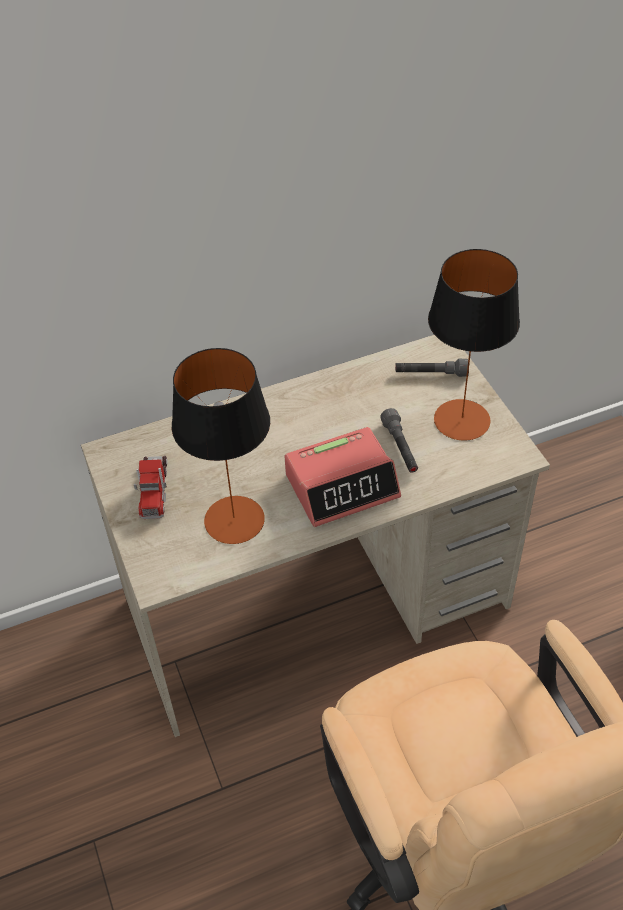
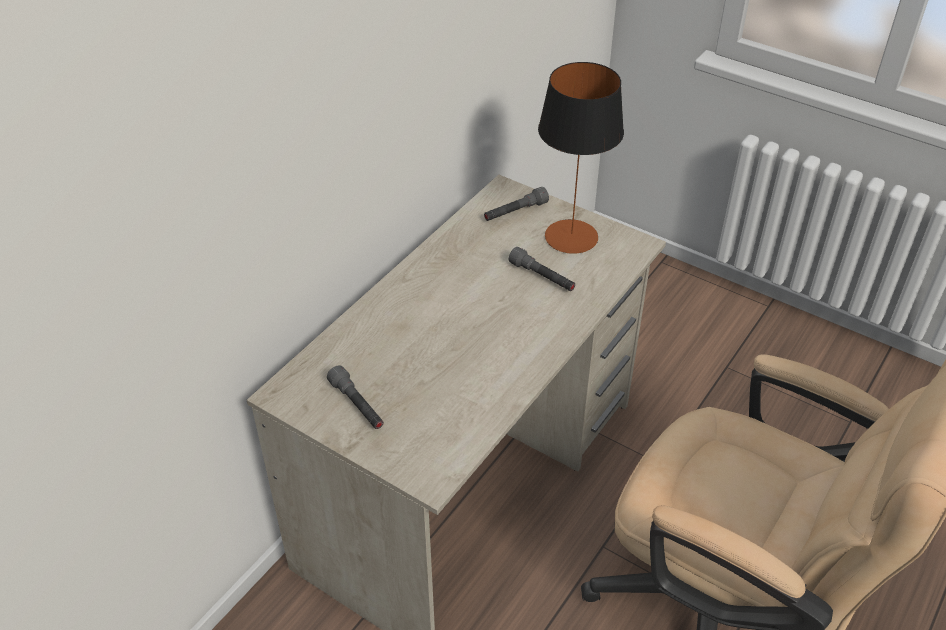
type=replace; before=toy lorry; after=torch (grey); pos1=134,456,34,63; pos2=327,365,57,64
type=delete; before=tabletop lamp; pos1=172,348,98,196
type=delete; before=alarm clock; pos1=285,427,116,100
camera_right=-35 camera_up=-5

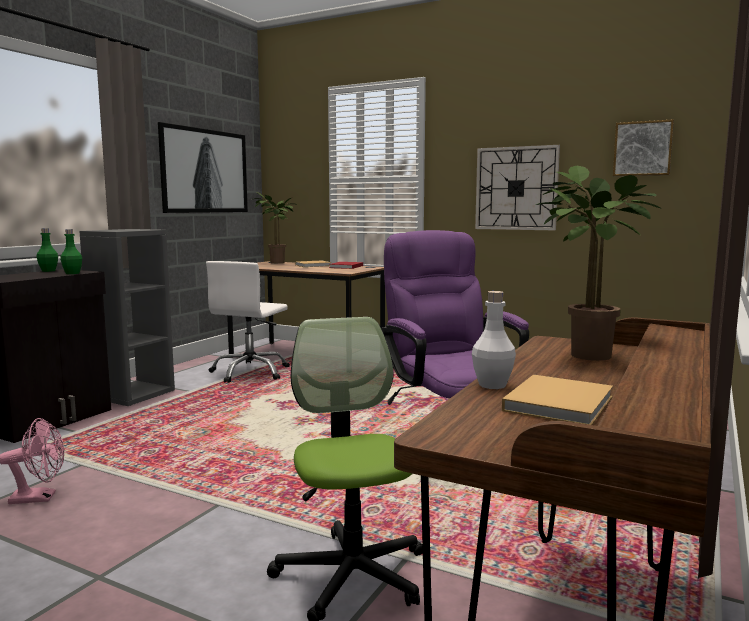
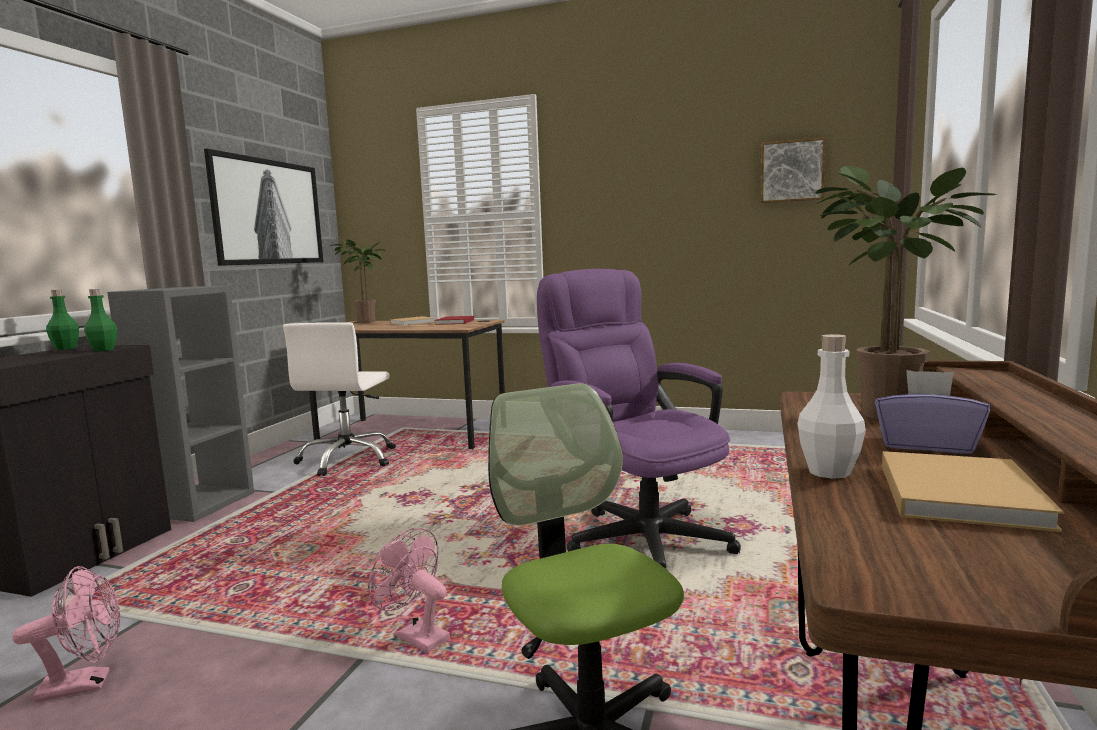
type=insert; after=fan (pink-coloured); pos2=368,528,82,125
type=insert; after=tissue holder (purple); pos2=875,370,115,83
type=delete; before=hanging clock; pos1=475,145,85,85
camera_right=-10 camera_up=0

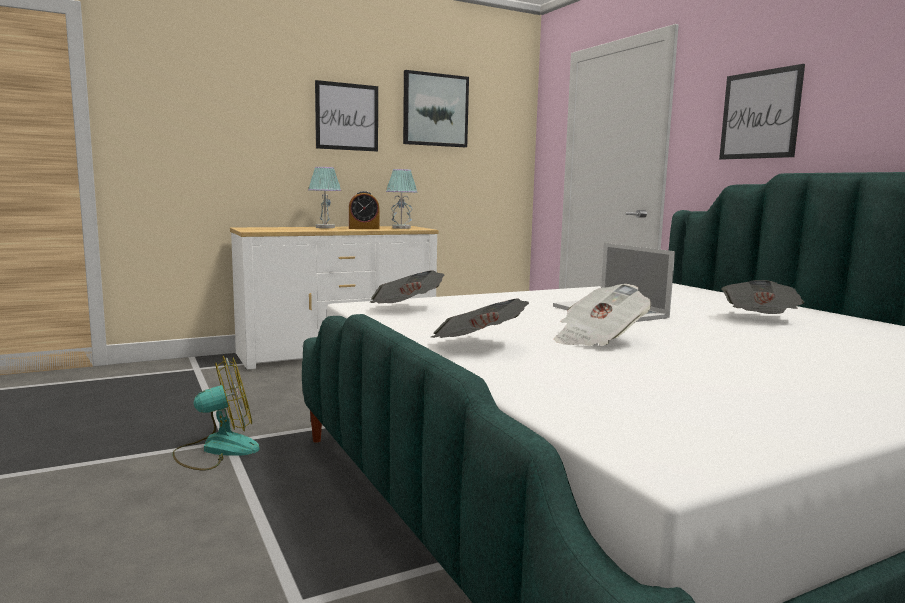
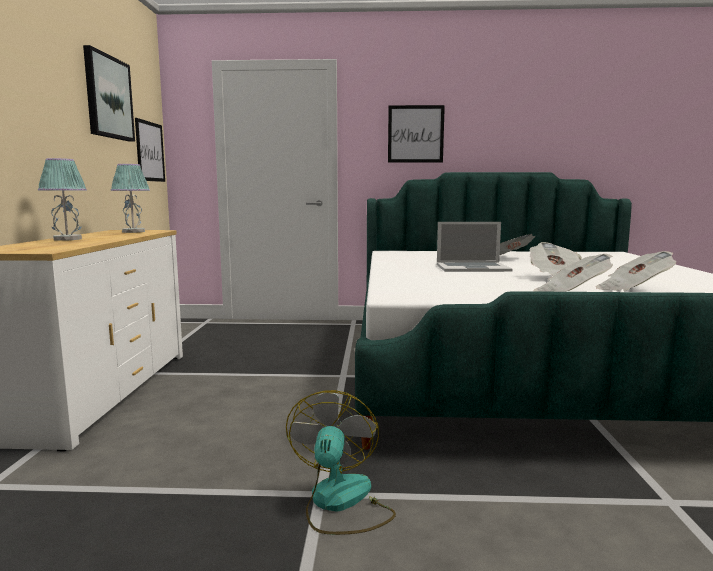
type=move; before=wall art; pos1=315,80,63,72; pos2=135,118,30,64
type=move; before=daily paper; pos1=370,270,75,34; pos2=596,251,80,40
type=delete; before=alarm clock; pos1=349,191,30,38
camera_right=-60 camera_up=0

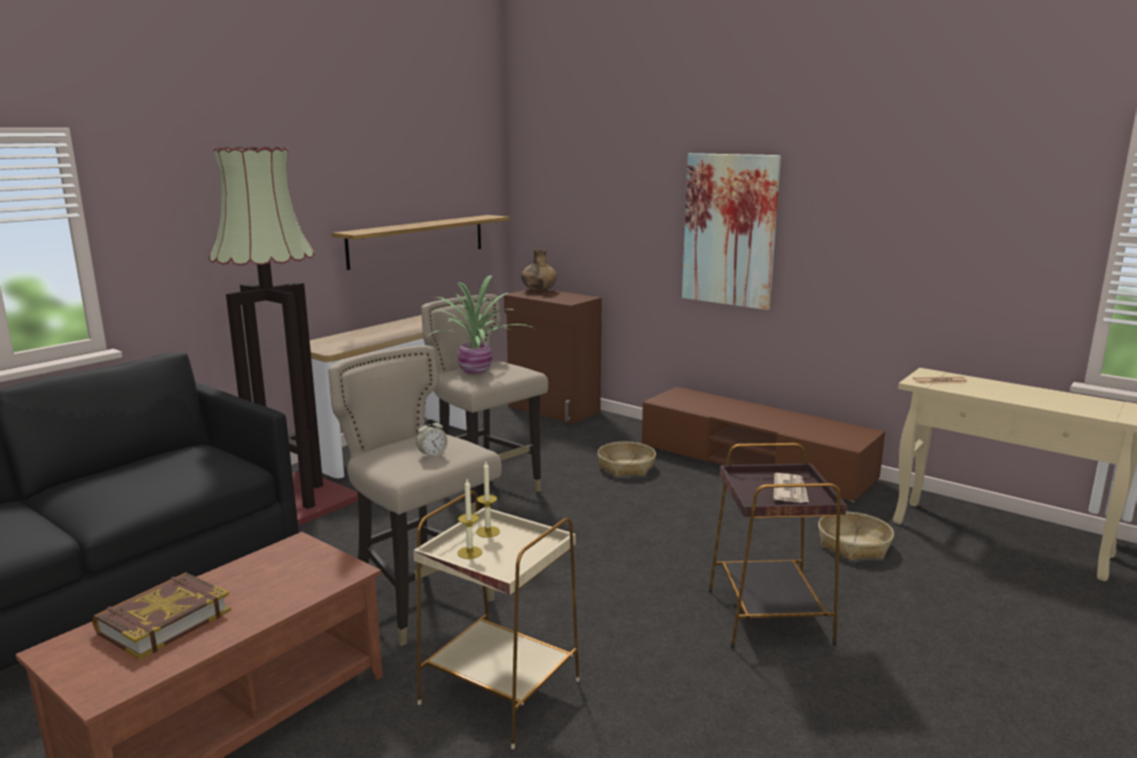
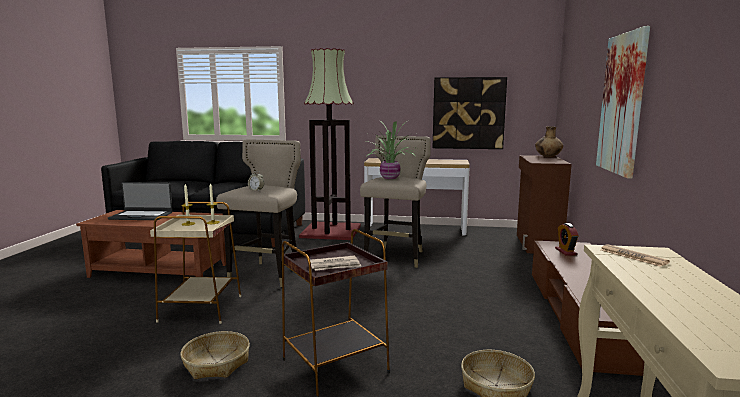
type=replace; before=bound book; after=notebook computer; pos1=93,572,138,88; pos2=108,182,65,38
type=move; before=basket; pos1=597,442,59,35; pos2=180,331,70,48
type=replace; before=bracket shelf; after=wall art; pos1=332,215,178,55; pos2=433,77,74,72
type=insert; after=alarm clock; pos2=555,223,24,33
camera_right=60 camera_up=-5

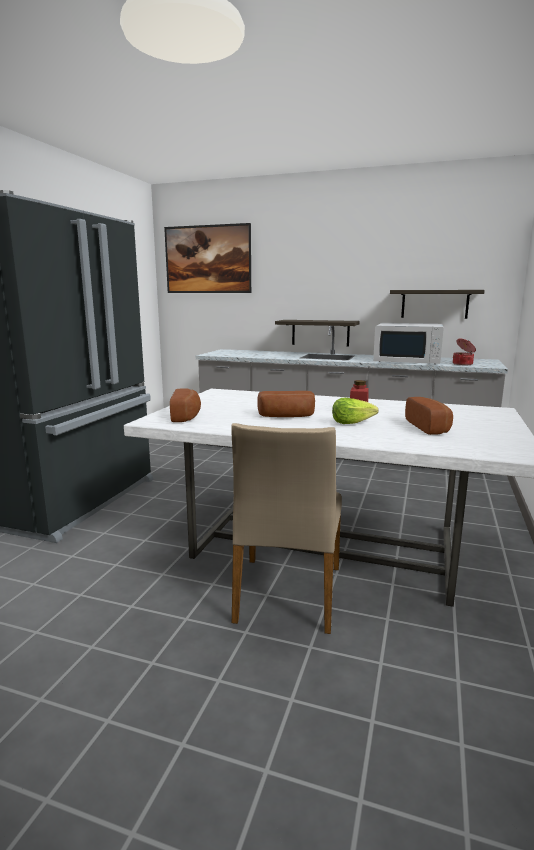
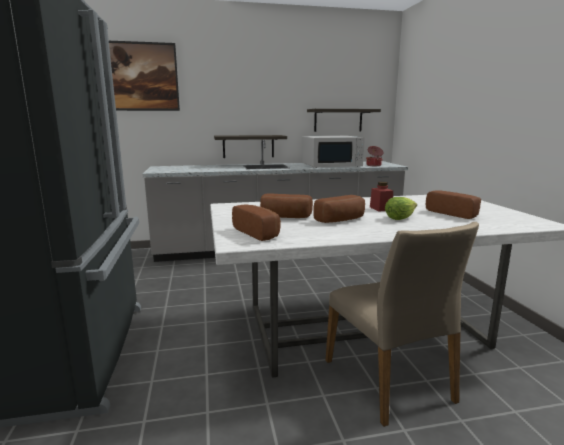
type=insert; after=baked bread; pos2=260,194,53,24
camera_right=-30 camera_up=0

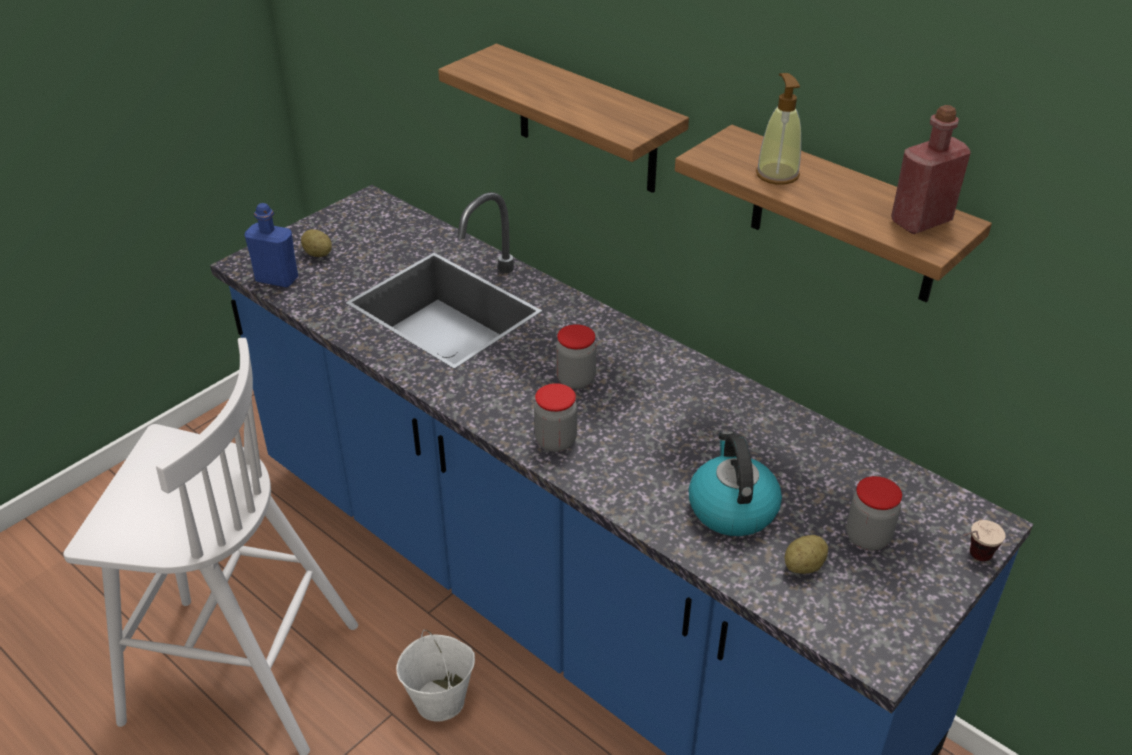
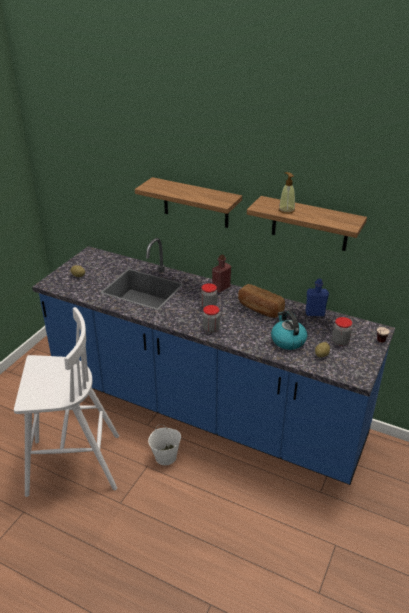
type=move; before=beverage bottle (red); pos1=891,105,80,129; pos2=212,255,19,38
type=insert; after=baked bread; pos2=238,284,47,34
type=move; before=beverage bottle (blue-coloured); pos1=244,203,54,85; pos2=306,279,23,37
camera_right=-15 camera_up=-5

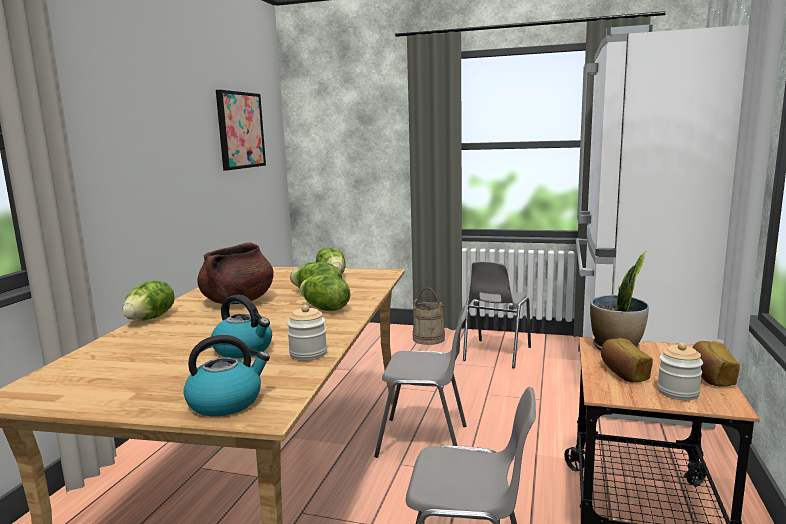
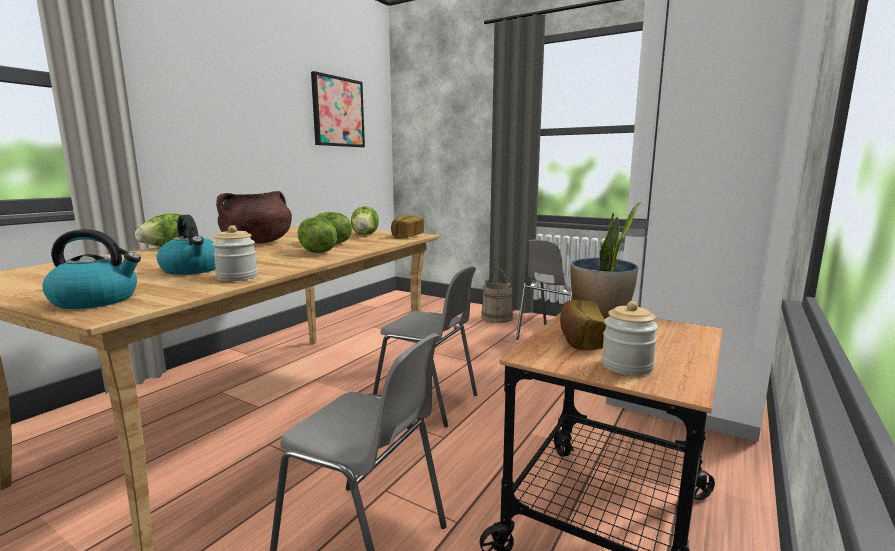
type=move; before=baked bread; pos1=693,341,47,46; pos2=391,215,33,23
camera_right=15 camera_up=0

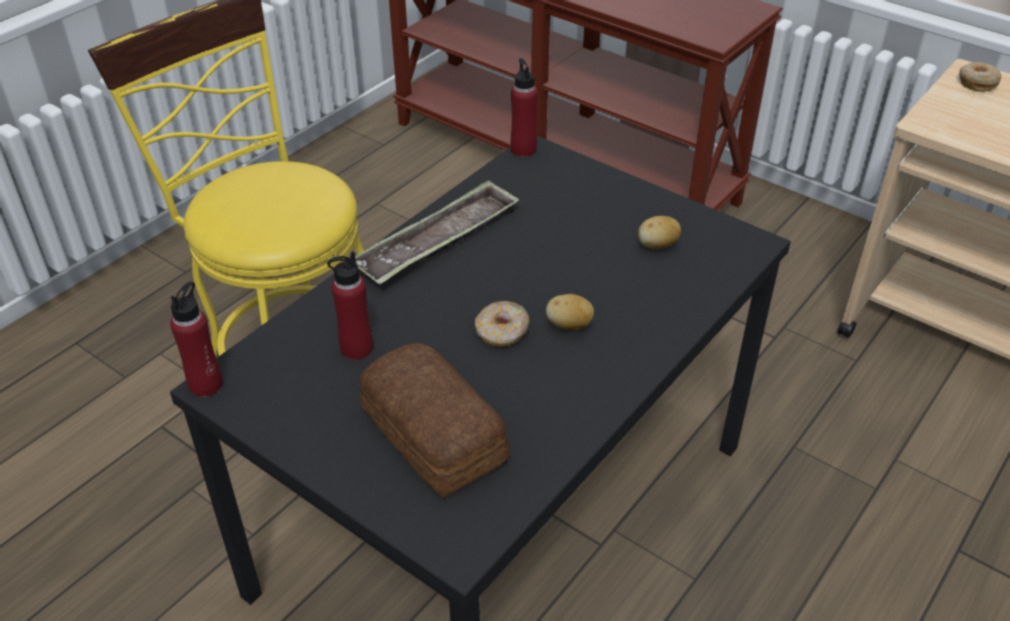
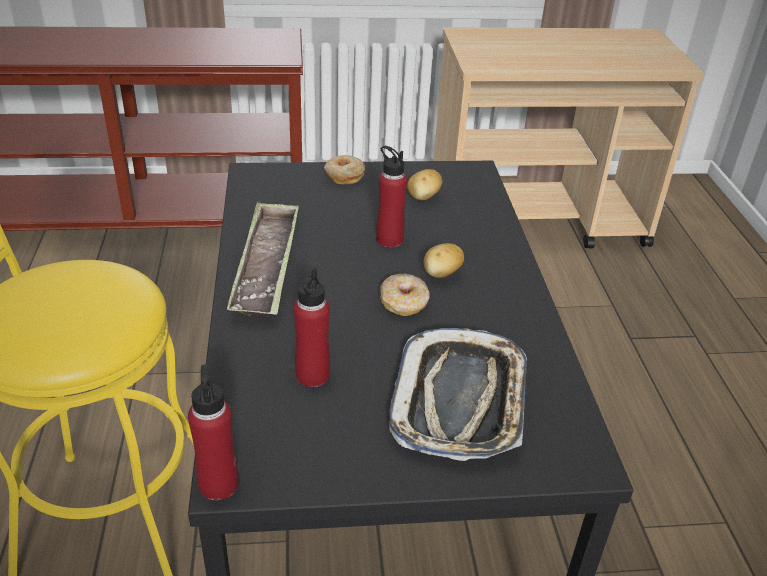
type=move; before=doughnut; pos1=959,62,42,30; pos2=324,155,41,29
type=move; before=beverage bottle (red); pos1=511,58,27,99; pos2=376,146,31,101
type=replace; before=baked bread; after=tray; pos1=359,343,151,155; pos2=389,328,138,133
camera_right=-45 camera_up=-5

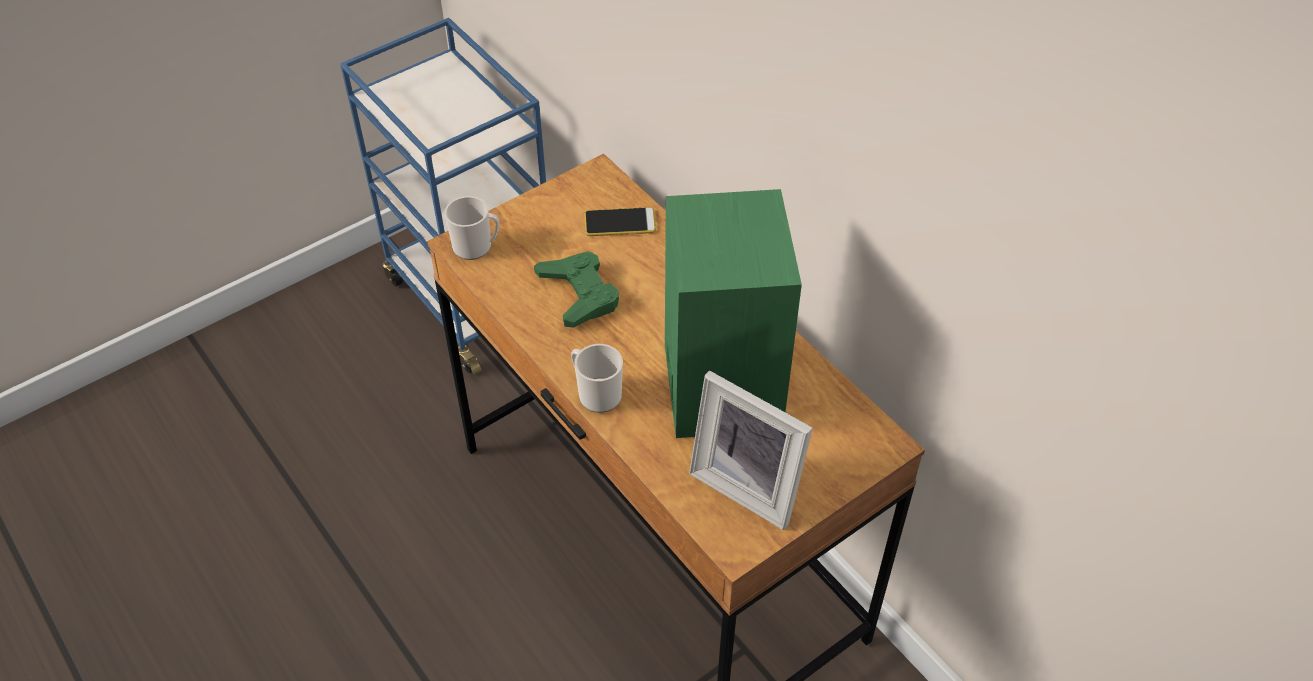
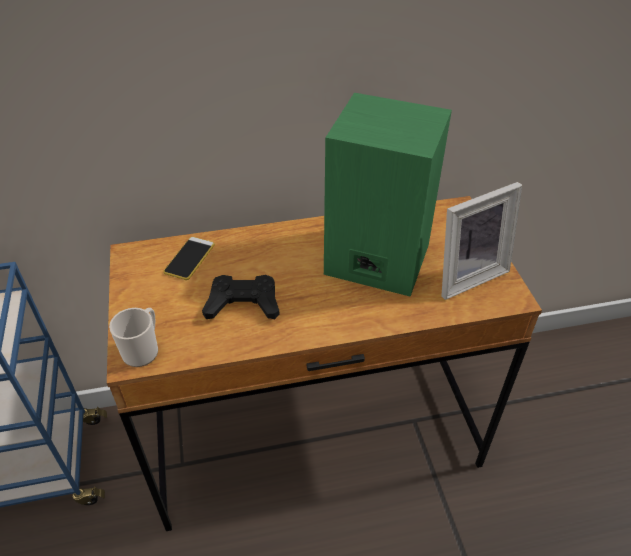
type=recolor; before=game controller (green); after=game controller (blackish); pos1=534,251,85,76; pos2=202,275,78,44
type=delete; before=mug; pos1=571,344,52,69
camera_right=-65 camera_up=-5

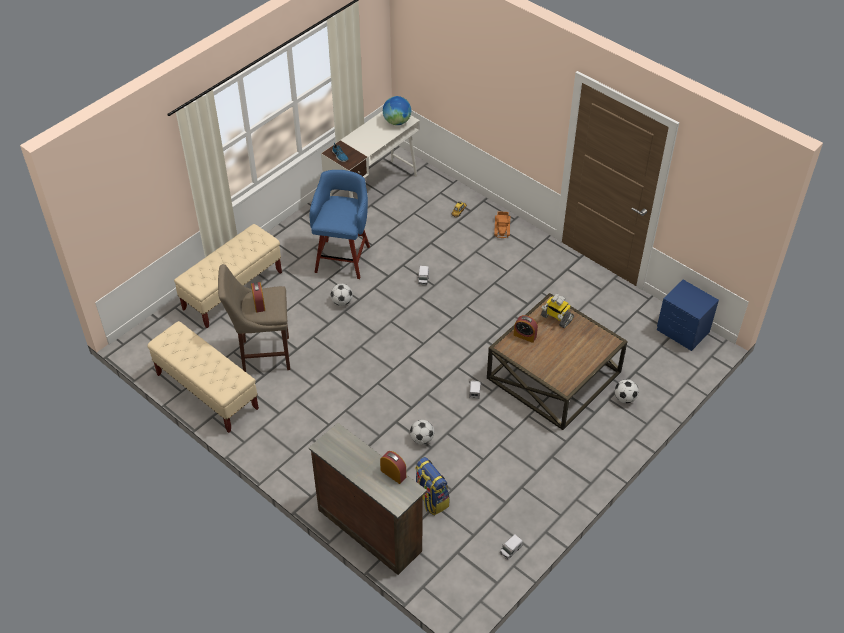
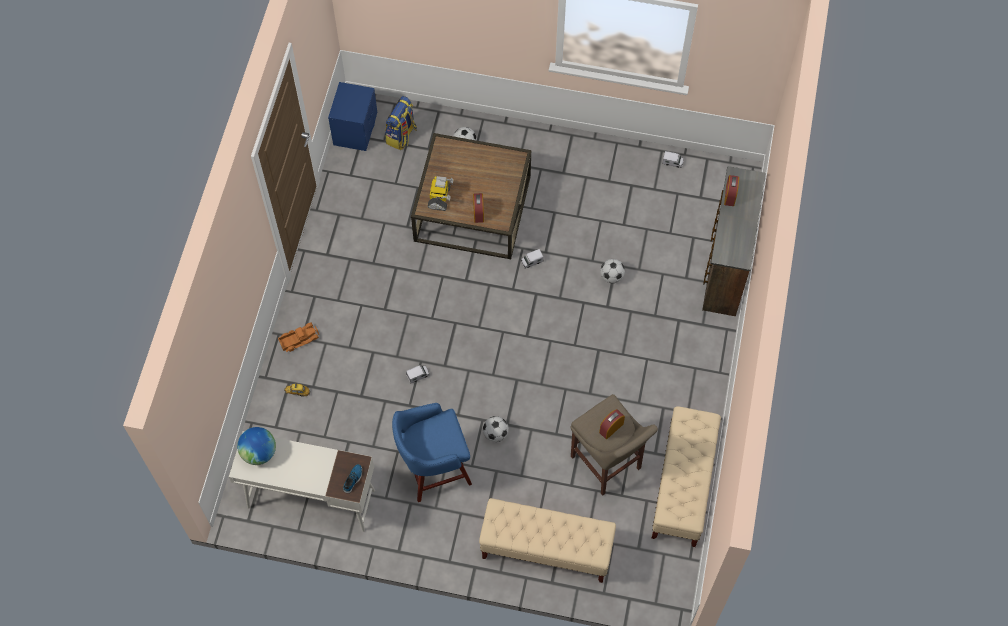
type=move; before=knapsack; pos1=415,457,35,58; pos2=385,96,32,54
camera_right=-120 camera_up=15

